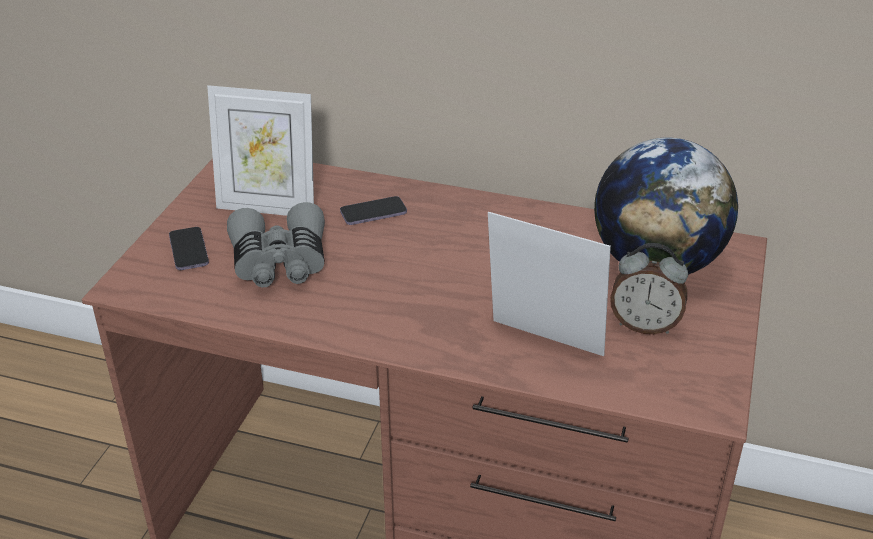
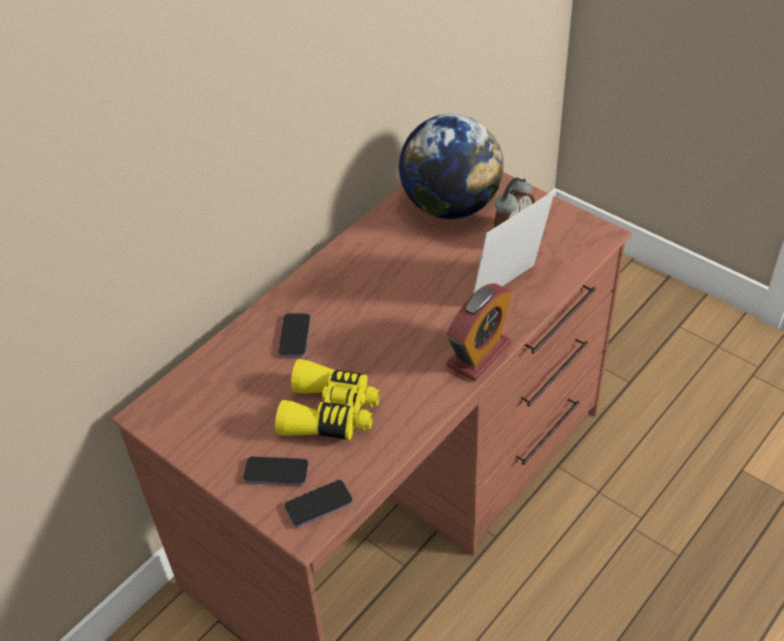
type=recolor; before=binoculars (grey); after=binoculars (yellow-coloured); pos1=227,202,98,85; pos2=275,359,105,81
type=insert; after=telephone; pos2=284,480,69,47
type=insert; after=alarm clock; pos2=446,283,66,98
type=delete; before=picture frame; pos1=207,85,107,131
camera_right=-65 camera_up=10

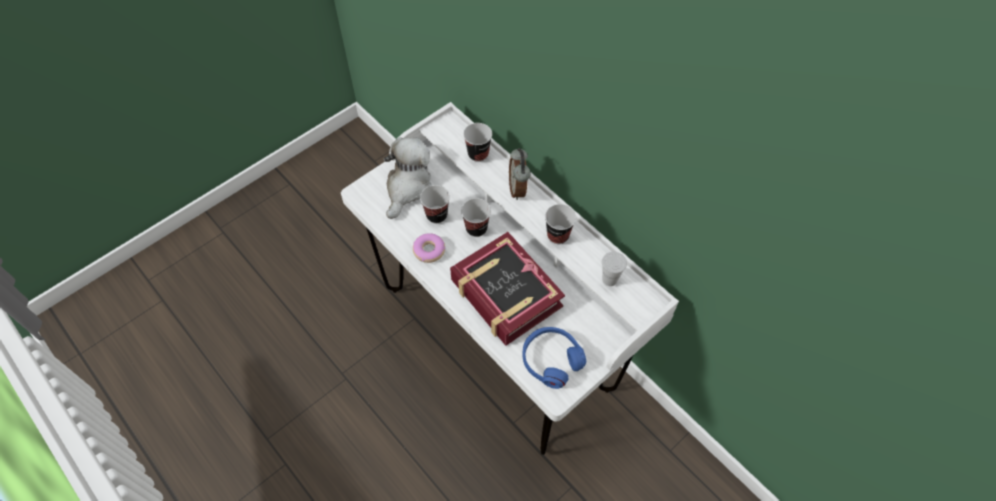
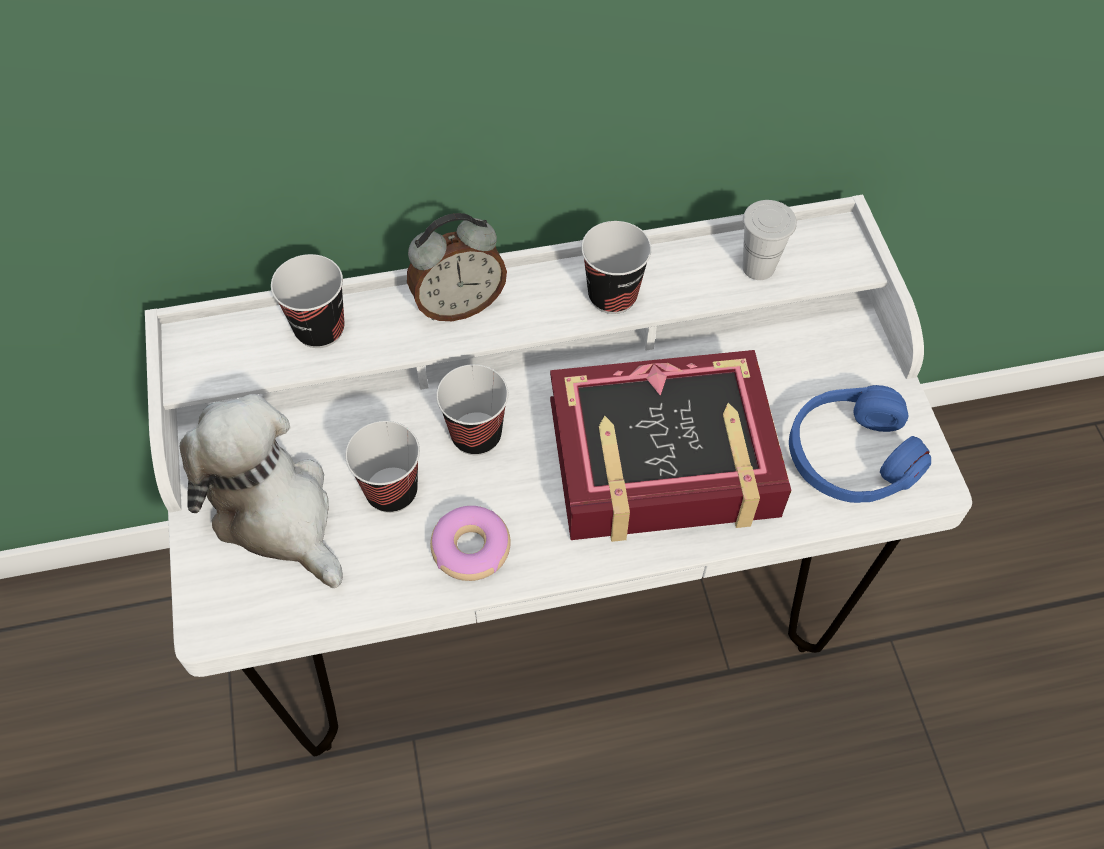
type=rotate; before=alarm clock; pos1=509,148,22,52; pos2=407,213,100,108; turn=-45
camera_right=-60 camera_up=0

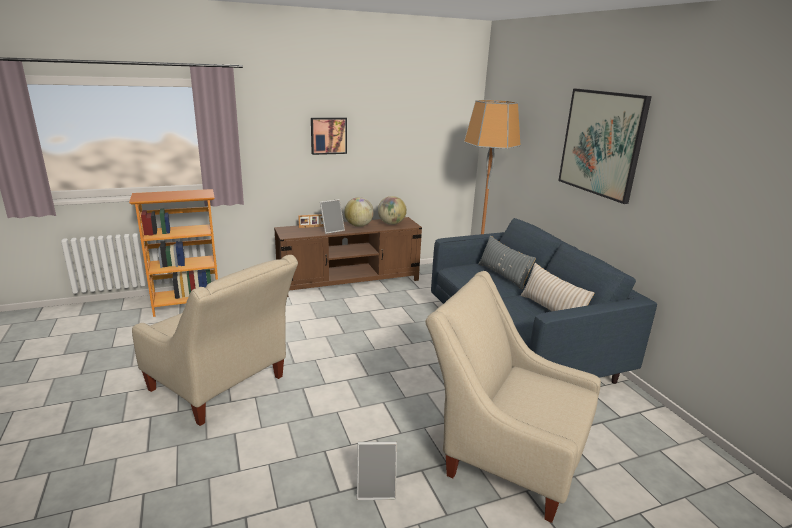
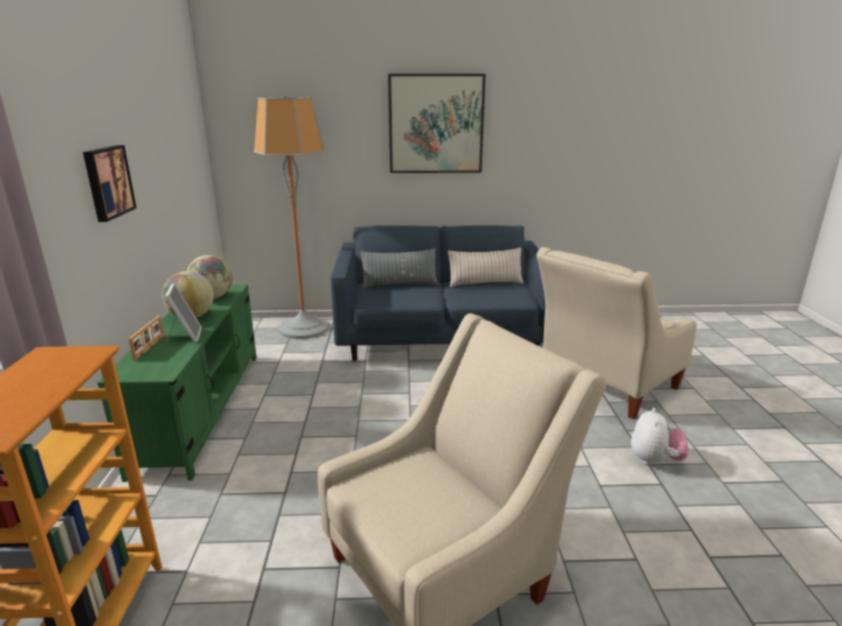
type=recolor; before=media console (brownish); after=media console (green); pos1=274,217,148,80; pos2=97,285,160,197
type=replace; before=picture frame; after=plush toy; pos1=357,442,40,58; pos2=631,408,58,57
camera_right=-70 camera_up=0

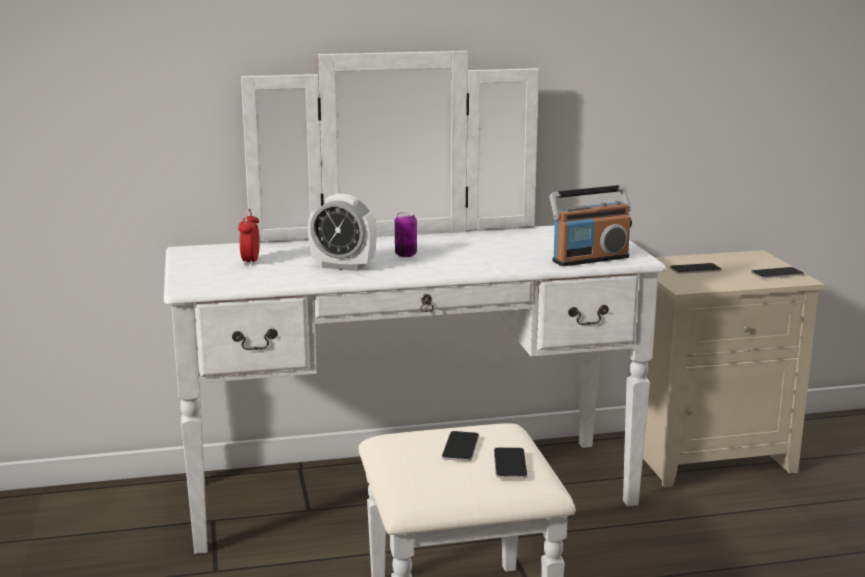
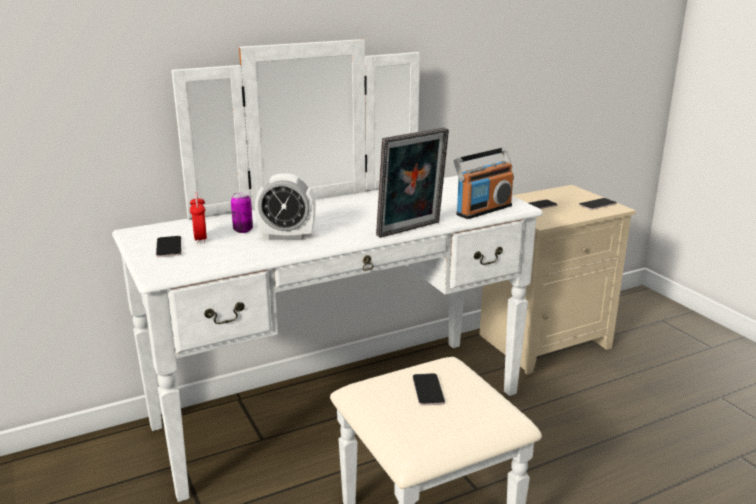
type=move; before=telephone; pos1=494,447,34,32; pos2=156,236,26,21
type=move; before=metal can; pos1=395,212,22,45; pos2=231,192,22,41
type=insert; after=picture frame; pos2=376,127,73,111
camera_right=-15 camera_up=5

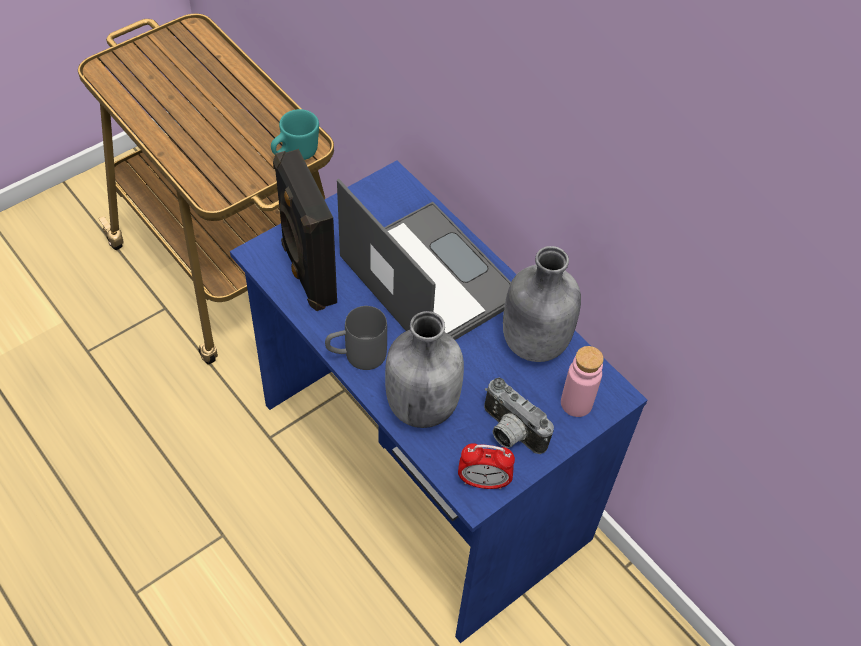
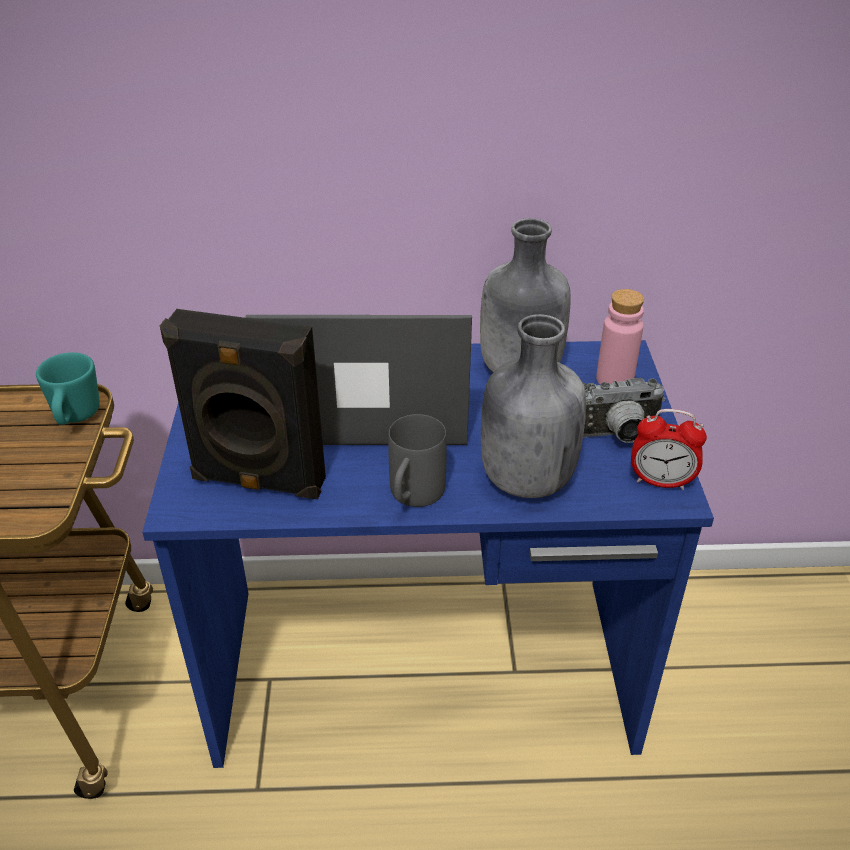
type=rotate; before=alarm clock; pos1=458,443,57,46; pos2=631,409,76,81; turn=60
camera_right=-50 camera_up=-15

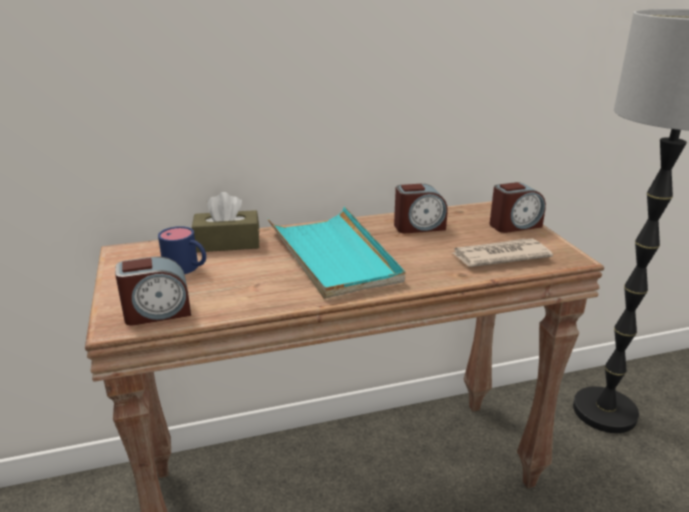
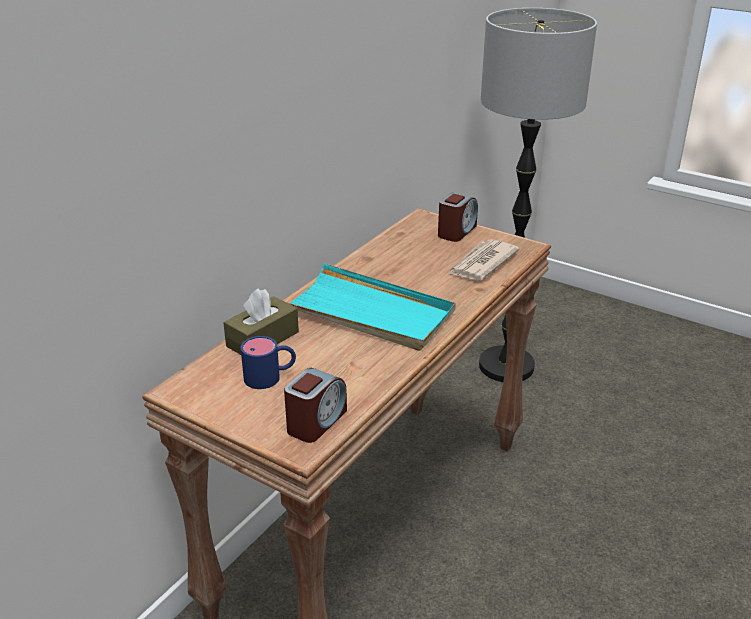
type=delete; before=alarm clock; pos1=394,184,54,49
camera_right=-40 camera_up=5

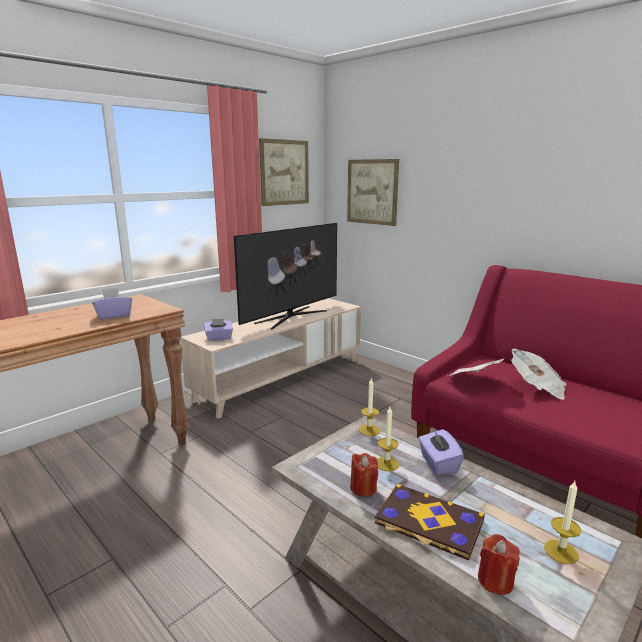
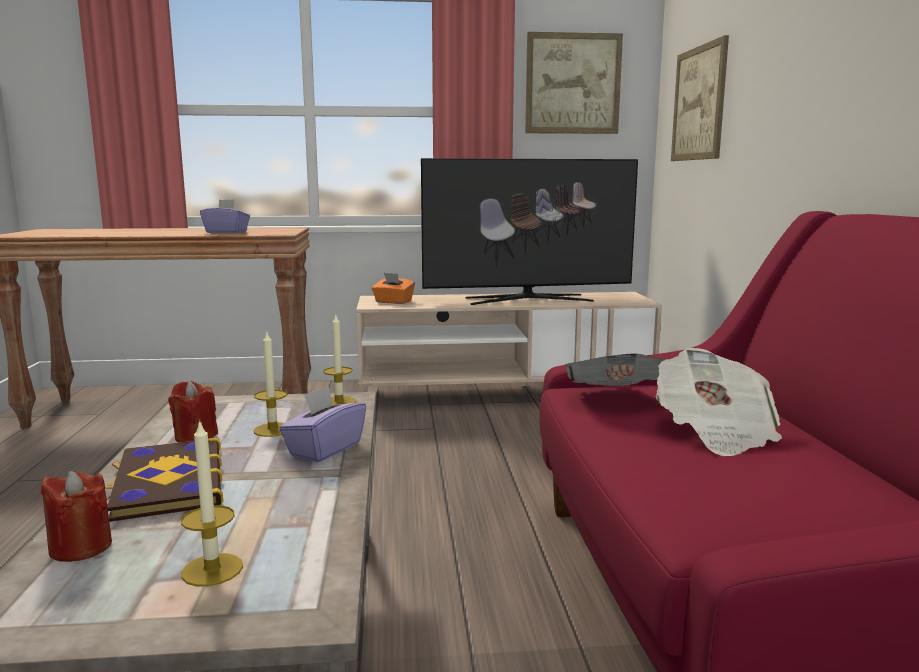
type=recolor; before=tissue holder (purple); after=tissue holder (orange); pos1=204,318,29,23; pos2=372,273,43,31
camera_right=40 camera_up=-5

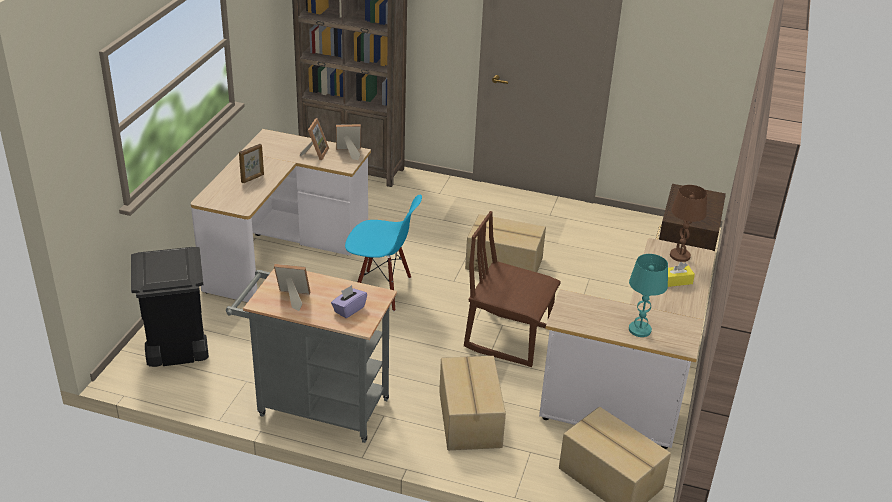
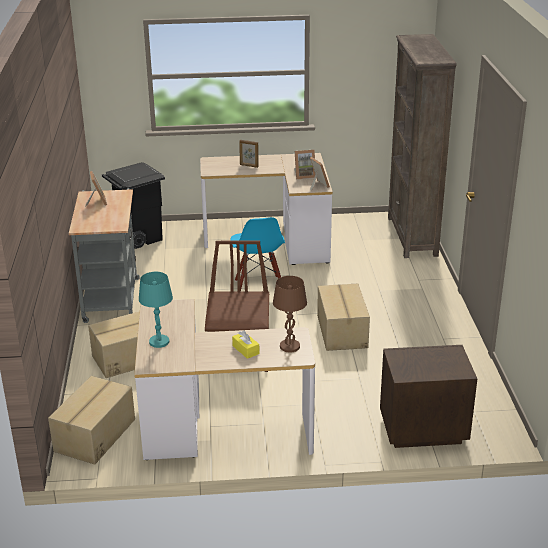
type=delete; before=tissue holder (purple); pos1=331,285,36,33
camera_right=70 camera_up=-5

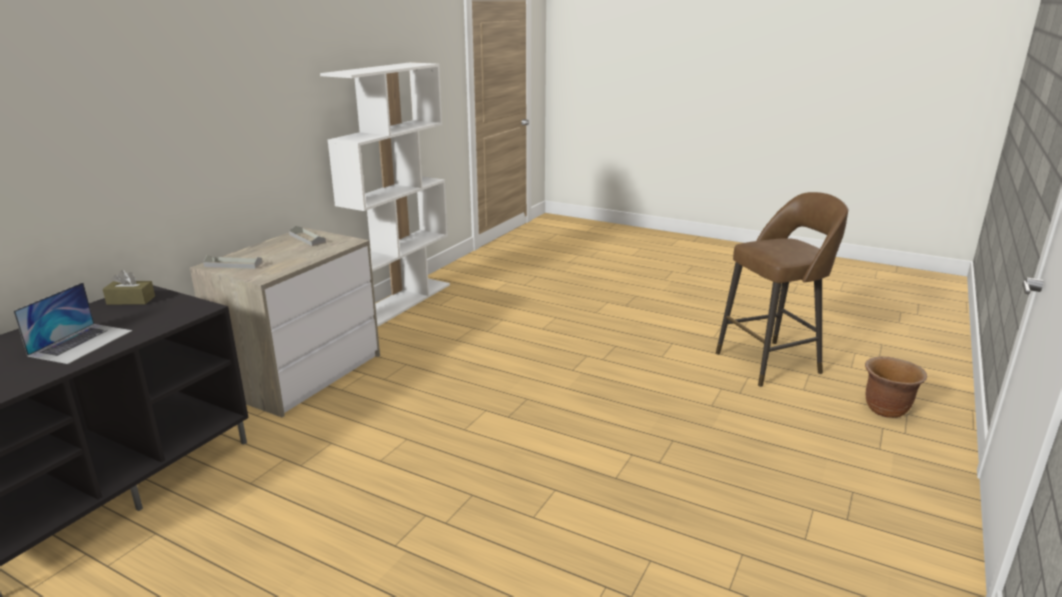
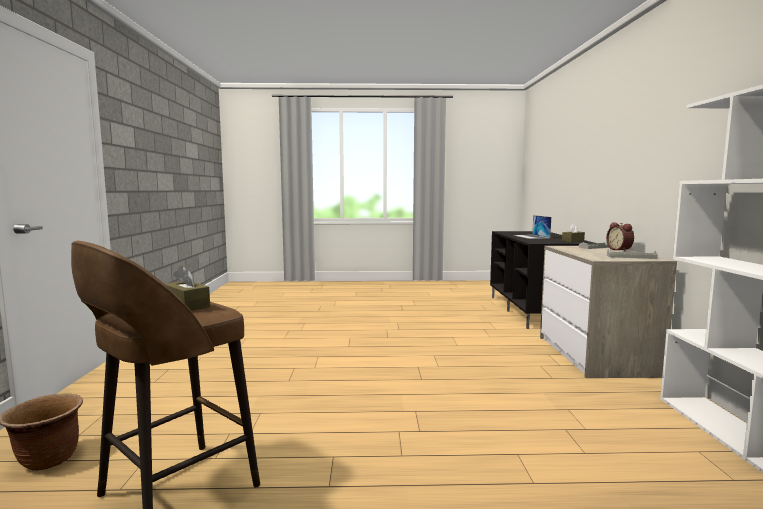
type=insert; after=tissue holder (brownish); pos2=166,266,44,45
type=insert; after=alarm clock; pos2=606,222,28,29
camera_right=150 camera_up=-15

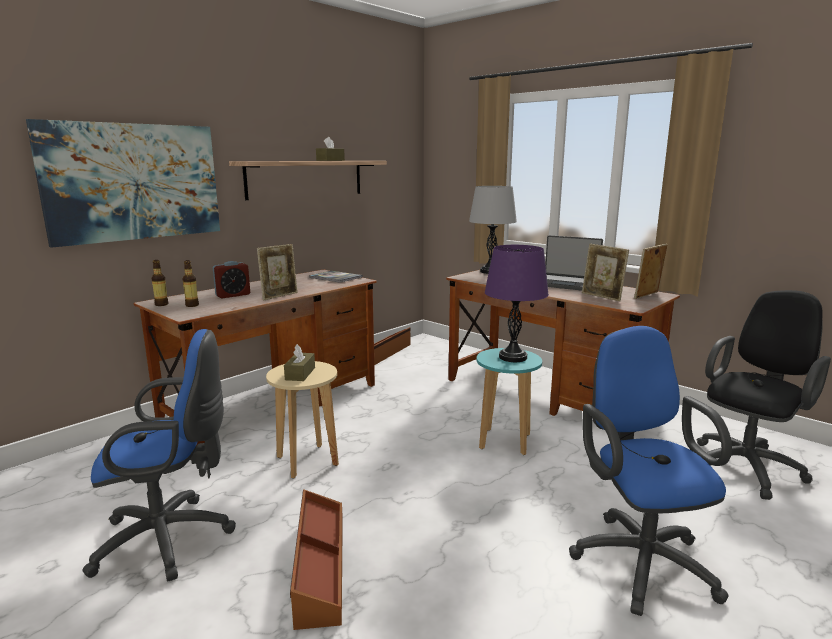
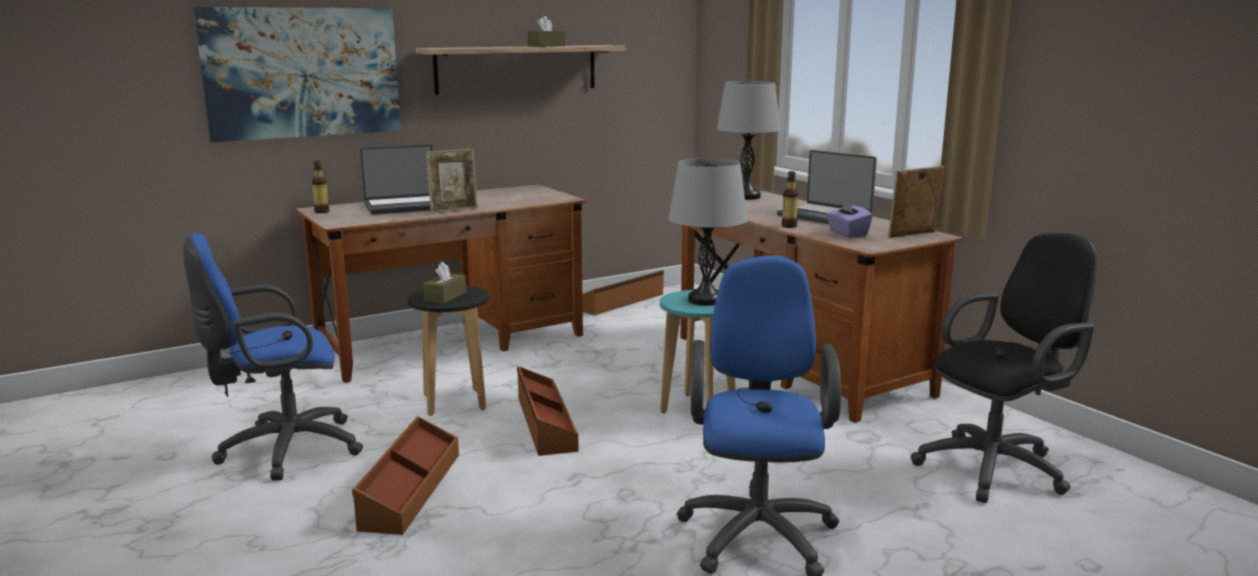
type=rotate; before=computer chair (blue-coloured); pos1=82,329,154,252; pos2=183,233,180,248; turn=150
type=replace; before=alarm clock; after=notebook computer; pos1=213,261,37,37; pos2=360,145,73,70
type=recolor; before=stool seat (beige); after=stool seat (blackish); pos1=266,361,73,117; pos2=408,286,81,130
type=insert; after=storage bin (brownish); pos2=517,366,62,90
type=recolor; before=tabletop lamp (purple); after=tabletop lamp (grey); pos1=485,245,64,117; pos2=668,158,80,148
type=move; before=beverage bottle; pos1=183,260,16,47; pos2=782,171,17,57
type=replace; before=picture frame; after=tissue holder (purple); pos1=582,244,47,57; pos2=826,199,47,38
type=delete; before=bound book; pos1=309,271,54,12
camera_right=15 camera_up=0

